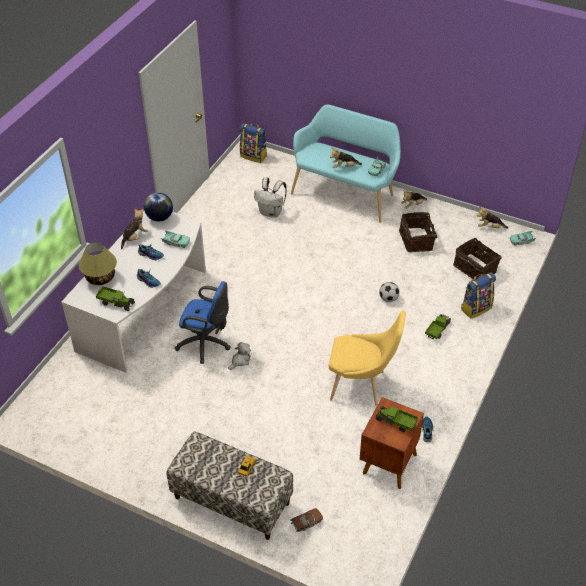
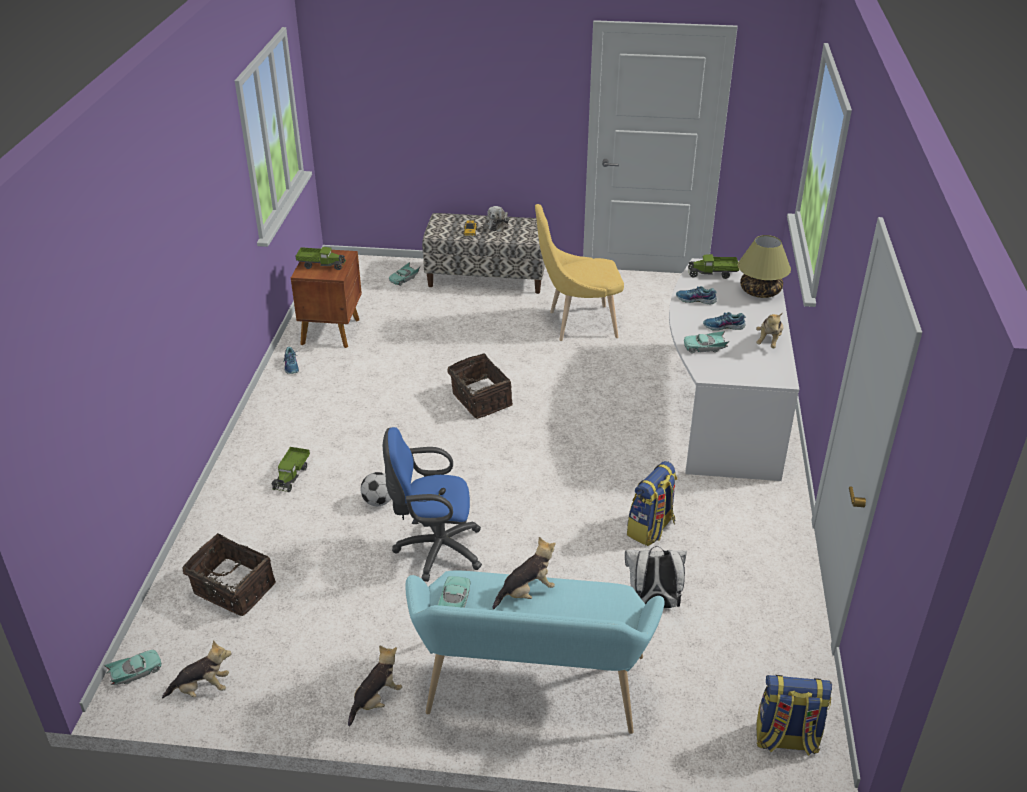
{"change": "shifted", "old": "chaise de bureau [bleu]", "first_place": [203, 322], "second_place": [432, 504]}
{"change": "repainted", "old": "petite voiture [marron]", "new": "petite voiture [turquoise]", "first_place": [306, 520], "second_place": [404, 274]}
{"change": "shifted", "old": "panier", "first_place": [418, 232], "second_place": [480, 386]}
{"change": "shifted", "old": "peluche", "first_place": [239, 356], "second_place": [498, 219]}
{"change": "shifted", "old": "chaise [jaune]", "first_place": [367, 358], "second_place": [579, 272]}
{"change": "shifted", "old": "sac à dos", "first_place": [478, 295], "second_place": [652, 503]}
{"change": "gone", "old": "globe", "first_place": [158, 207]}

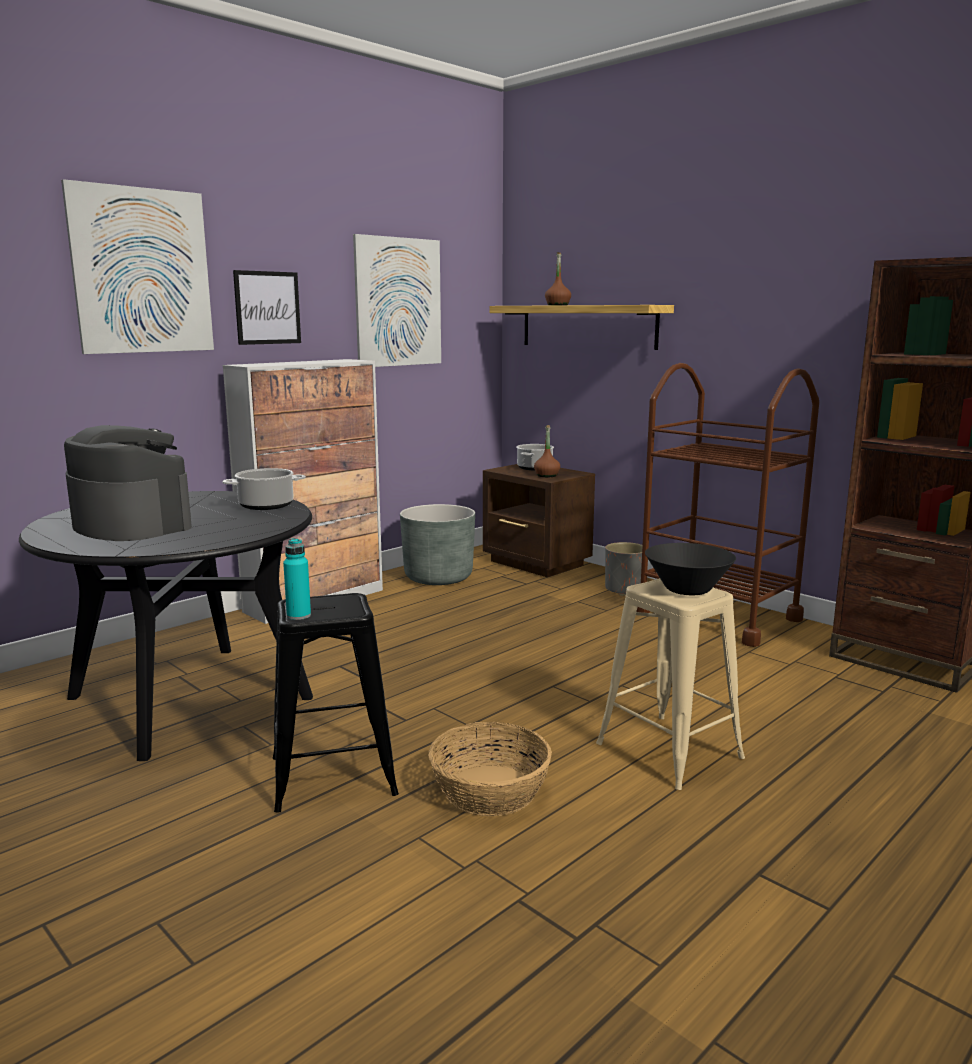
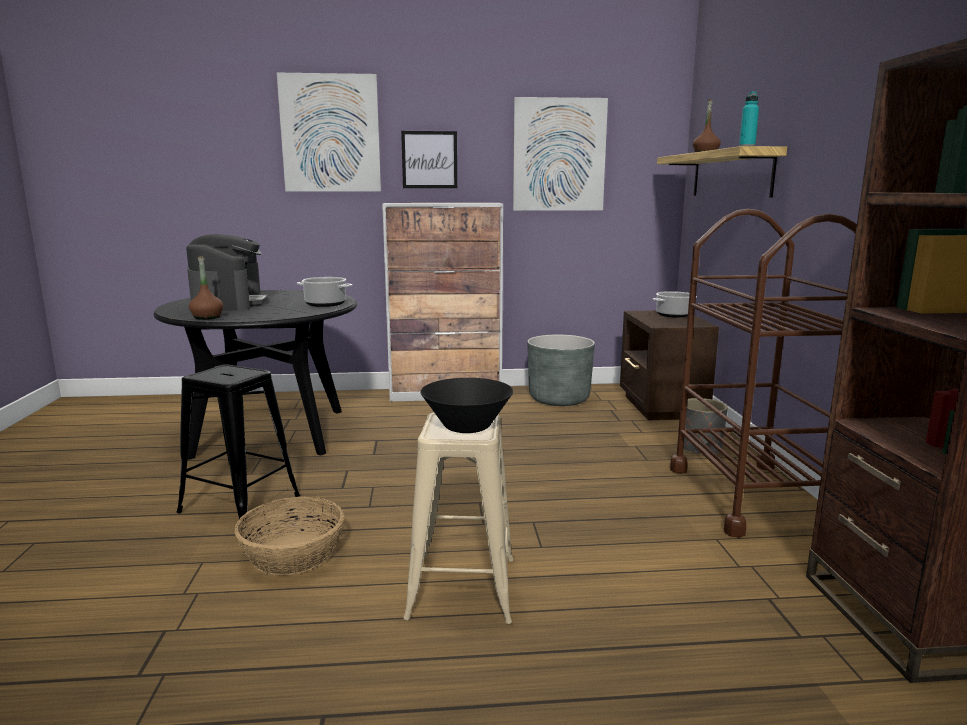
{"change": "shifted", "old": "bouteille [marron]", "first_place": [547, 451], "second_place": [206, 288]}
{"change": "shifted", "old": "bouteille [turquoise]", "first_place": [297, 579], "second_place": [749, 118]}

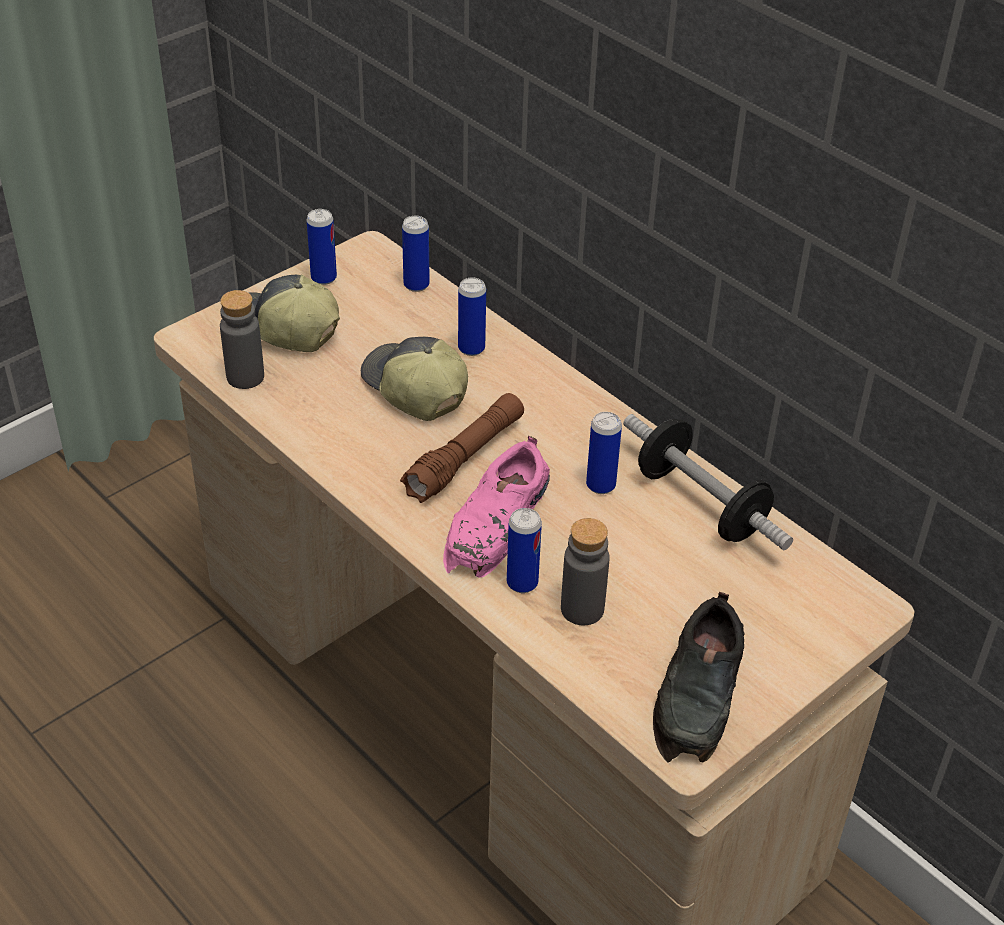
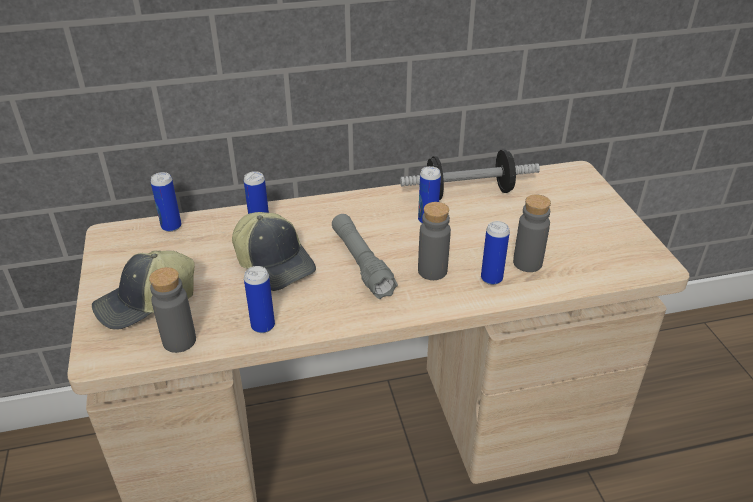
{"change": "rotated", "old": "casquette", "first_place": [414, 378], "second_place": [274, 251], "degrees": -120}
{"change": "shifted", "old": "boîte métallique", "first_place": [322, 247], "second_place": [259, 299]}
{"change": "repainted", "old": "lampe de poche [marron]", "new": "lampe de poche [gris]", "first_place": [462, 448], "second_place": [365, 256]}
{"change": "swapped", "old": "chaussure [rose]", "new": "bouteille [gris]", "first_place": [496, 507], "second_place": [434, 241]}
{"change": "gone", "old": "chaussure [noir]", "first_place": [698, 677]}

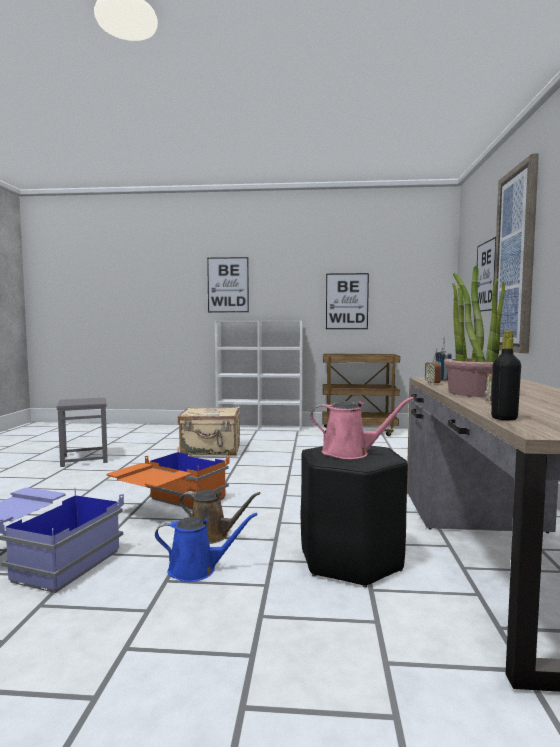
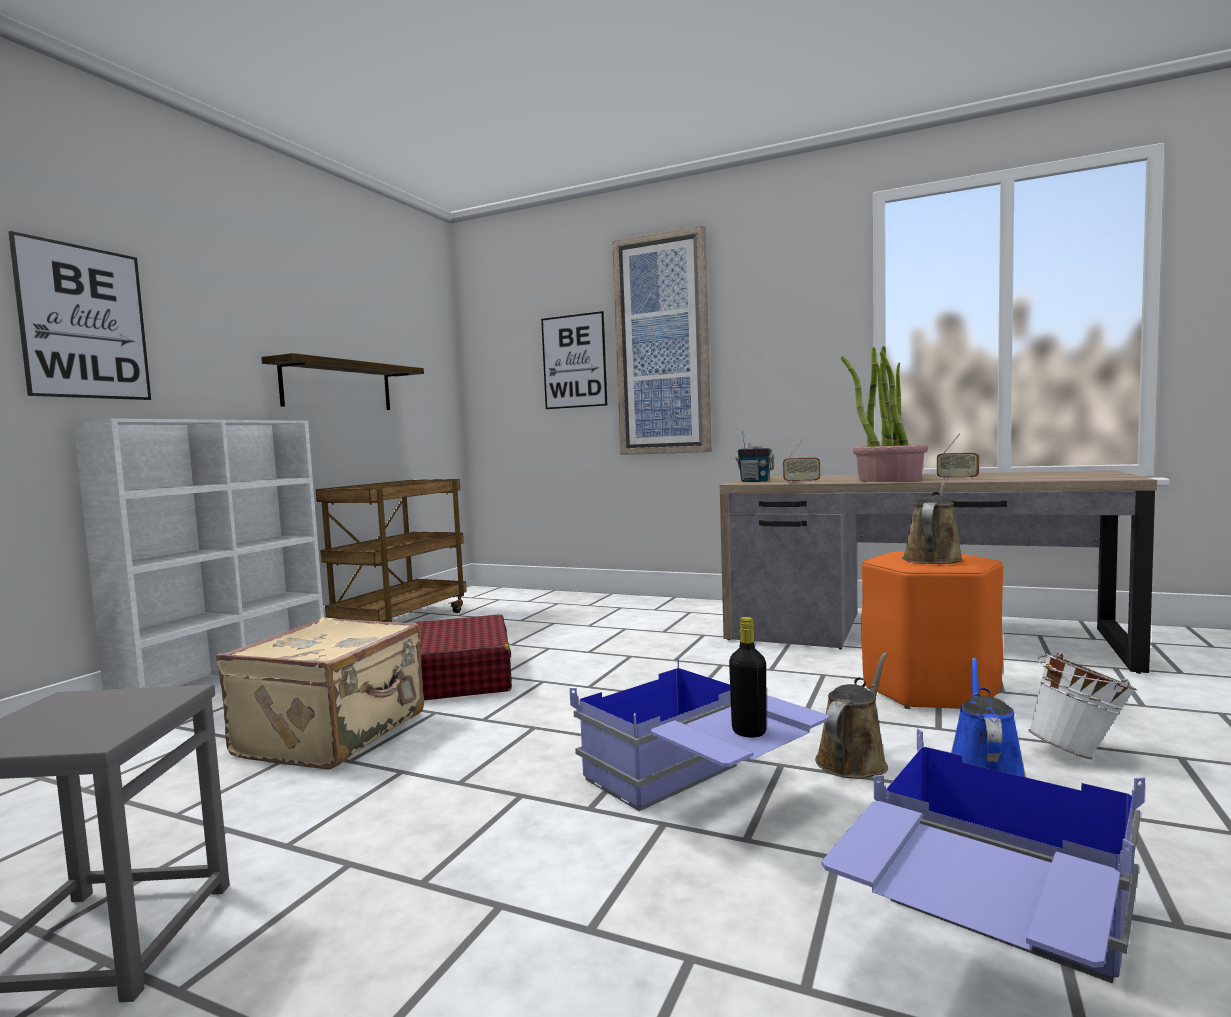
{"change": "swapped", "old": "tableau", "new": "étagère", "first_place": [347, 301], "second_place": [342, 381]}
{"change": "new", "new": "valise [rouge]", "second_place": [463, 657]}
{"change": "repainted", "old": "boîte de rangement [orange]", "new": "boîte de rangement [bleu]", "first_place": [168, 480], "second_place": [699, 733]}
{"change": "shifted", "old": "bouteille [noir]", "first_place": [506, 375], "second_place": [748, 677]}
{"change": "repainted", "old": "tabouret [noir]", "new": "tabouret [orange]", "first_place": [354, 517], "second_place": [932, 630]}
{"change": "repainted", "old": "arrosoir [rose]", "new": "arrosoir [marron]", "first_place": [362, 428], "second_place": [933, 523]}
{"change": "new", "new": "seau [blanc]", "second_place": [1083, 706]}

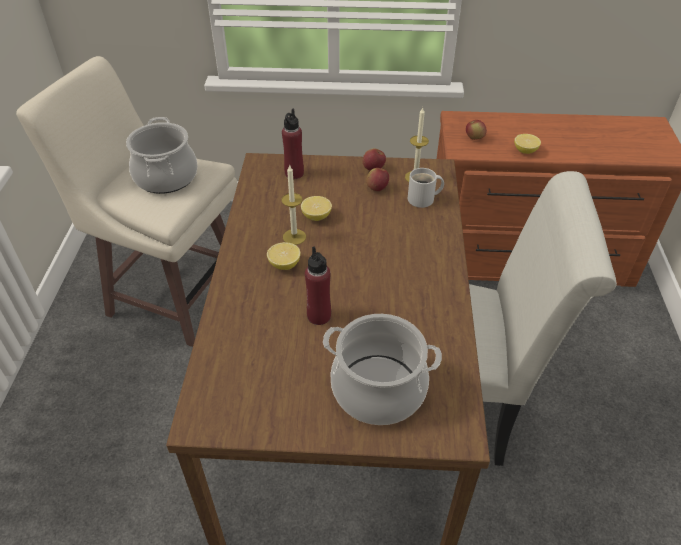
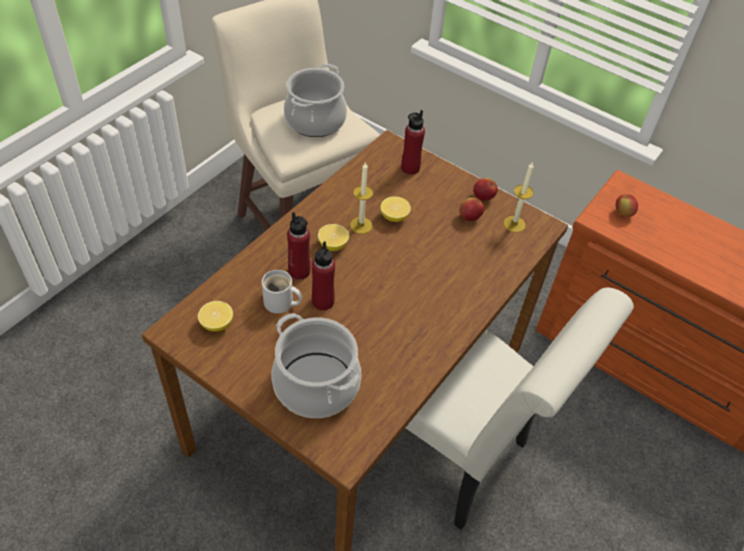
{"change": "shifted", "old": "citron", "first_place": [527, 144], "second_place": [215, 316]}
{"change": "shifted", "old": "mug [blanc]", "first_place": [426, 188], "second_place": [282, 291]}
{"change": "new", "new": "bouteille [rouge]", "second_place": [298, 246]}

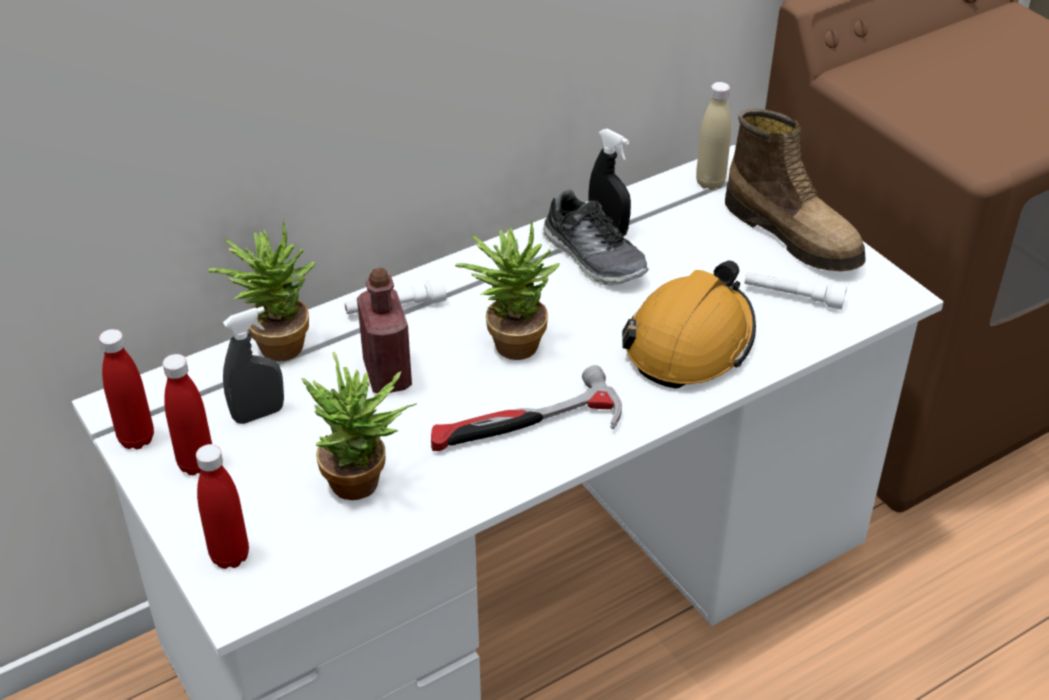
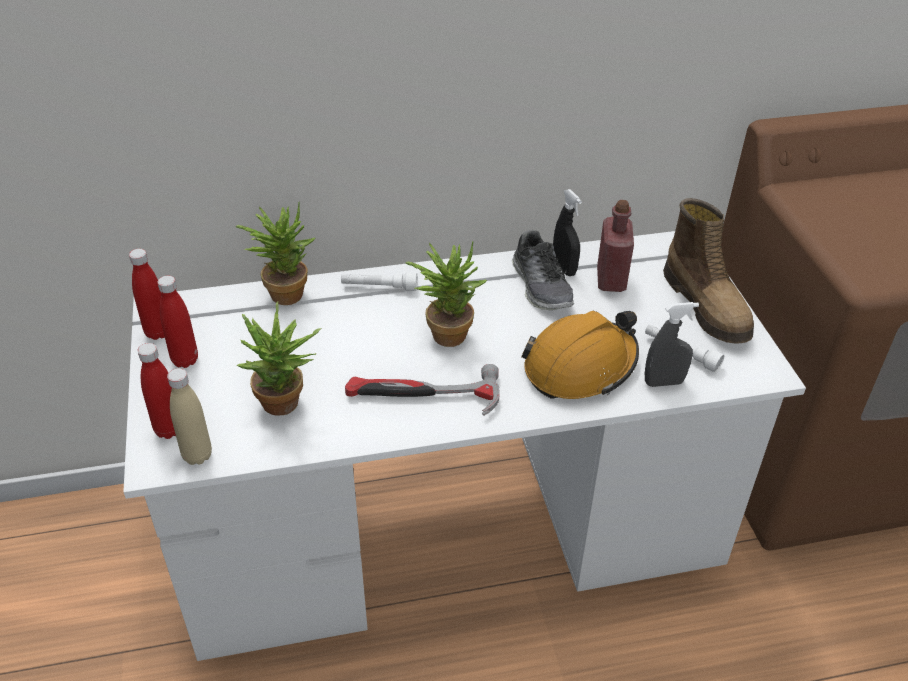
{"change": "shifted", "old": "bouteille [beige]", "first_place": [713, 136], "second_place": [189, 416]}
{"change": "shifted", "old": "bouteille [rouge]", "first_place": [384, 331], "second_place": [615, 246]}
{"change": "shifted", "old": "vaporisateur [gris]", "first_place": [253, 365], "second_place": [672, 344]}

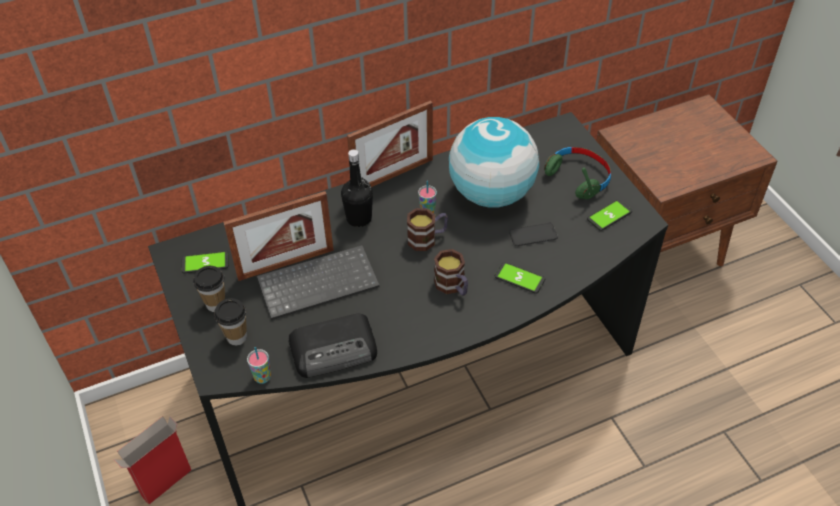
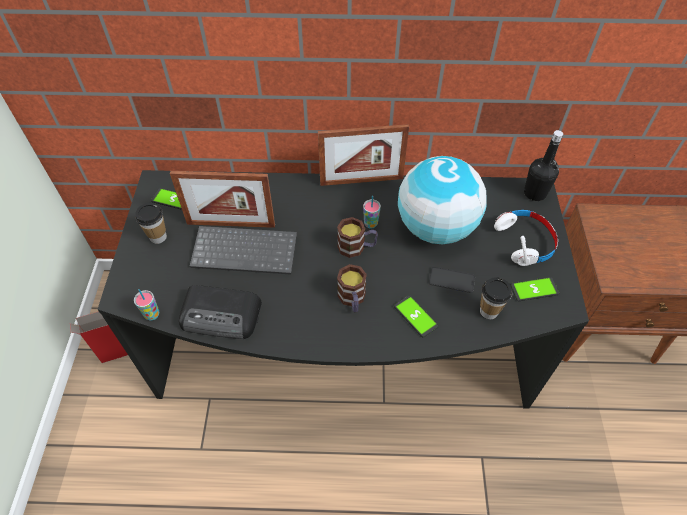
{"change": "shifted", "old": "tasse", "first_place": [230, 322], "second_place": [496, 298]}
{"change": "repainted", "old": "casque audio [vert]", "new": "casque audio [blanc]", "first_place": [577, 173], "second_place": [526, 238]}
{"change": "shifted", "old": "bouteille [noir]", "first_place": [357, 188], "second_place": [543, 165]}

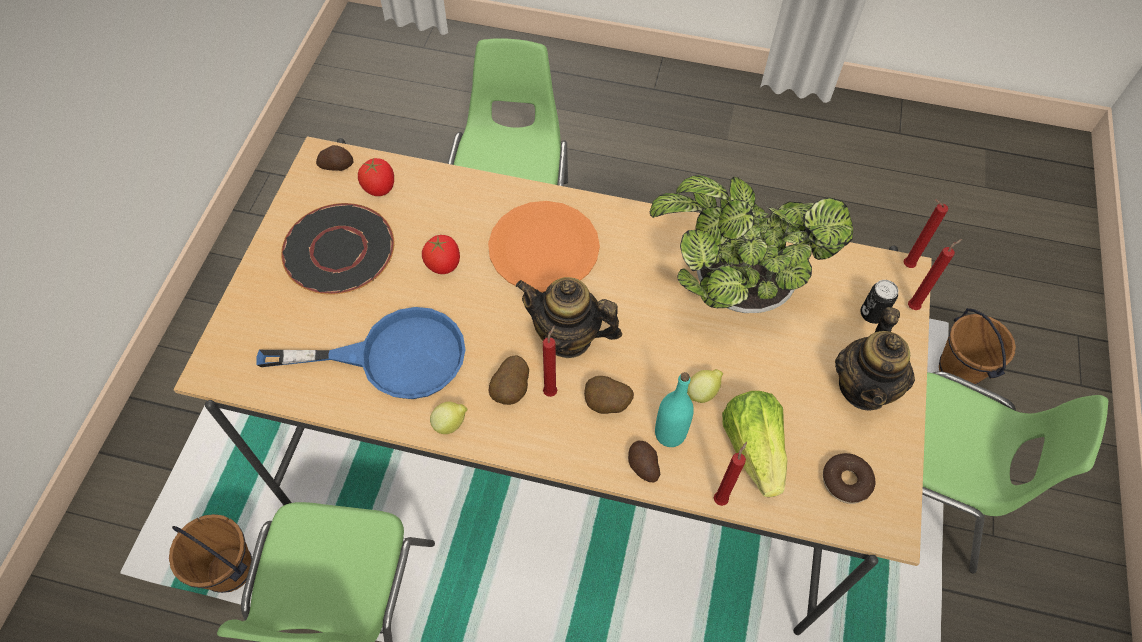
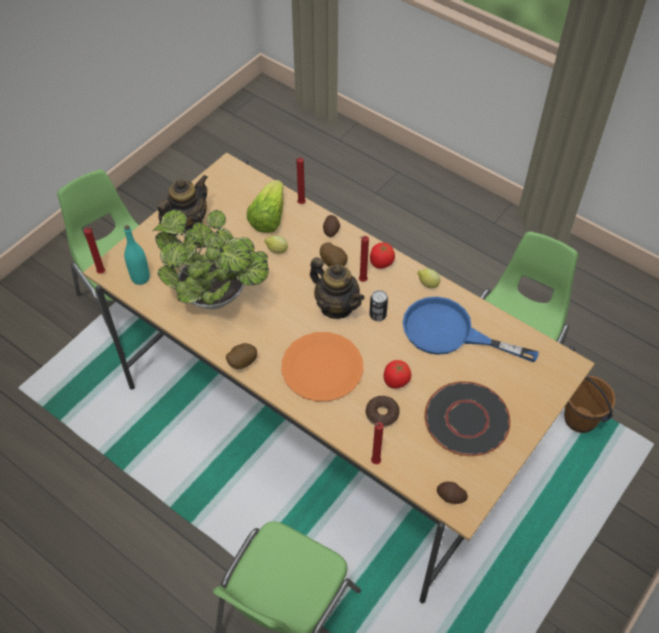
{"change": "shifted", "old": "bouteille [turquoise]", "first_place": [674, 409], "second_place": [137, 255]}
{"change": "shifted", "old": "pomme de terre", "first_place": [509, 380], "second_place": [241, 356]}
{"change": "shifted", "old": "beignet", "first_place": [849, 478], "second_place": [383, 411]}
{"change": "shifted", "old": "boîte métallique", "first_place": [879, 302], "second_place": [378, 305]}
{"change": "shifted", "old": "tomate", "first_place": [376, 177], "second_place": [382, 256]}
{"change": "shifted", "old": "bougie [rouge]", "first_place": [935, 274], "second_place": [377, 443]}
{"change": "gone", "old": "seau [marron]", "first_place": [977, 346]}

